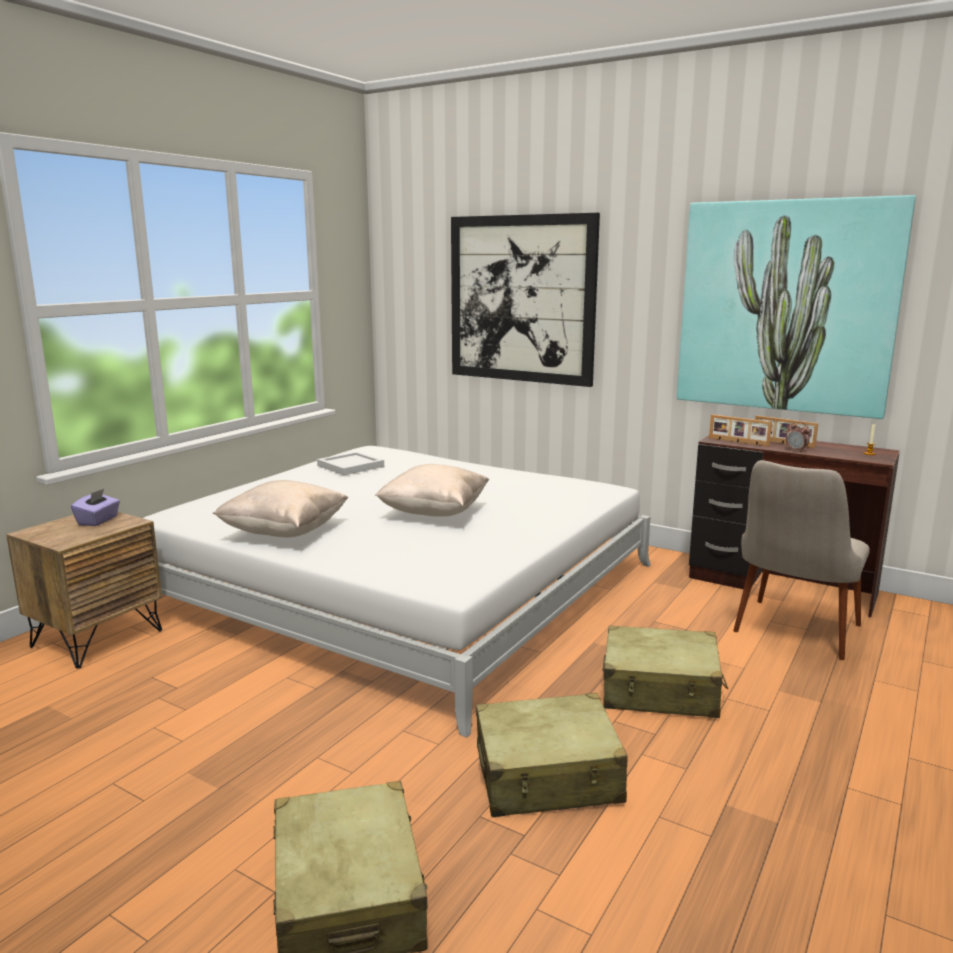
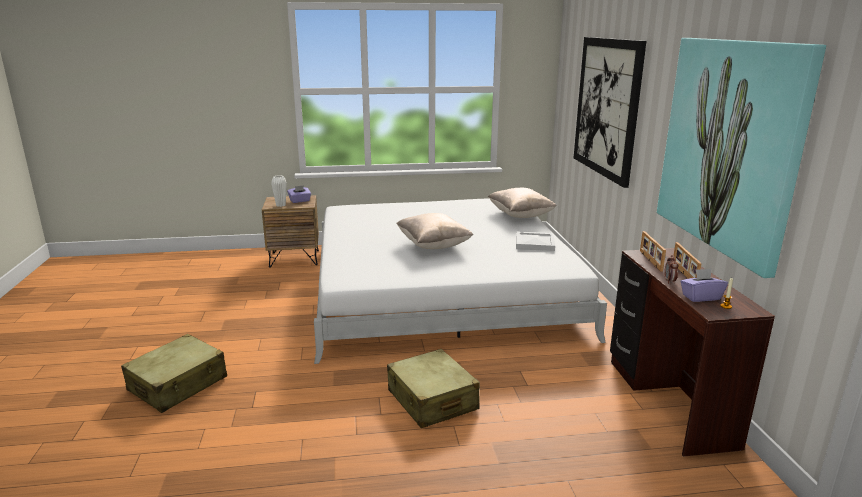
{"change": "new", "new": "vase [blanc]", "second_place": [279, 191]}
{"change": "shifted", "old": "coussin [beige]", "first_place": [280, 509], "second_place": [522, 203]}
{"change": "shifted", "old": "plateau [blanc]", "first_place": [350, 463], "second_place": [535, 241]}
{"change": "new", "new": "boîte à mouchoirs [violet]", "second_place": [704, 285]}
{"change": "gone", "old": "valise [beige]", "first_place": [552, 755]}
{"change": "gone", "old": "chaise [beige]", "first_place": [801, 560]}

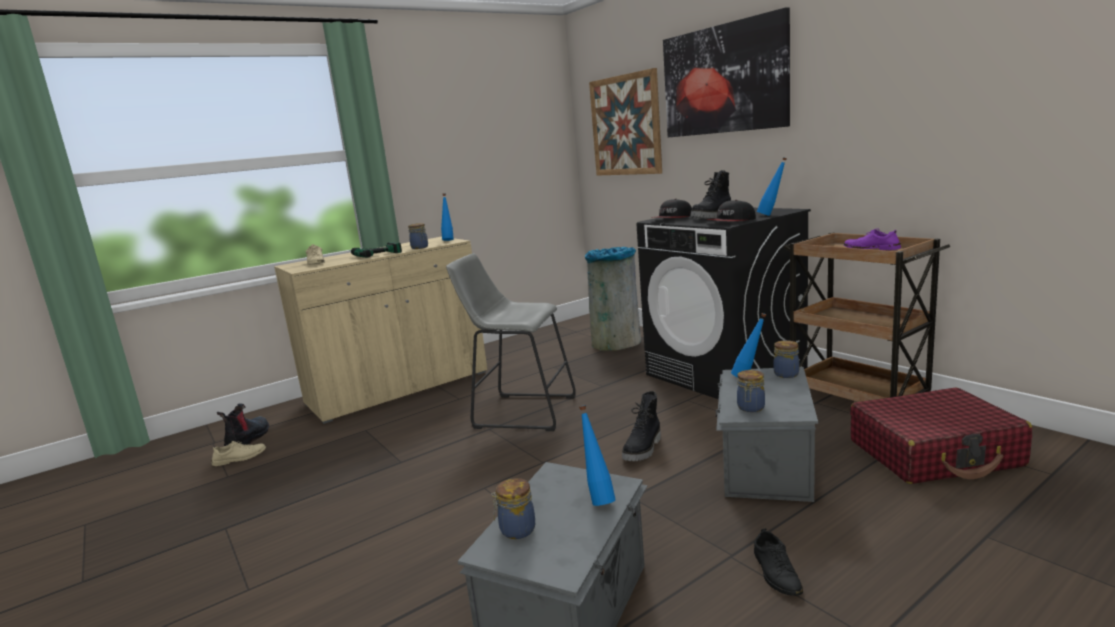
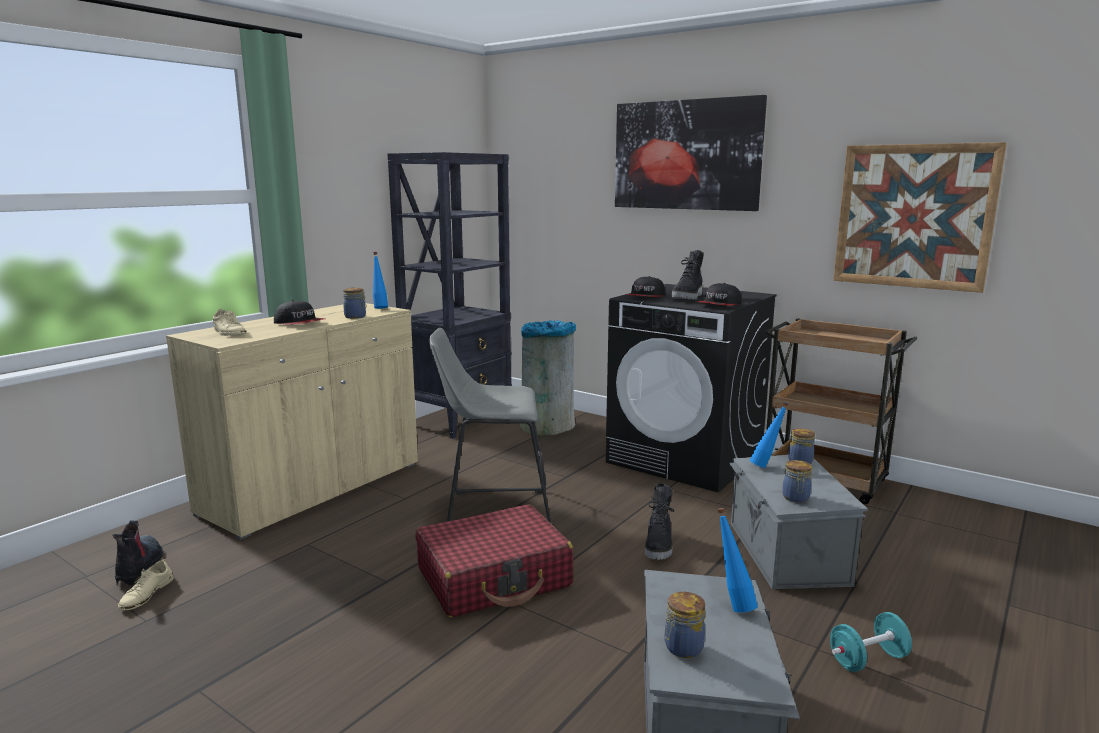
{"change": "rotated", "old": "chaussure [beige]", "first_place": [238, 453], "second_place": [146, 584], "degrees": 150}
{"change": "swapped", "old": "perceuse", "new": "casquette", "first_place": [376, 250], "second_place": [299, 312]}
{"change": "new", "new": "bibliothèque [noir]", "second_place": [450, 295]}
{"change": "shifted", "old": "valise [rouge]", "first_place": [941, 436], "second_place": [494, 561]}
{"change": "swapped", "old": "chaussure [noir]", "new": "haltère [turquoise]", "first_place": [778, 562], "second_place": [871, 642]}
{"change": "shifted", "old": "tableau", "first_place": [625, 121], "second_place": [920, 217]}
{"change": "gone", "old": "bouteille [bleu]", "first_place": [772, 186]}
{"change": "gone", "old": "chaussure [violet]", "first_place": [872, 239]}

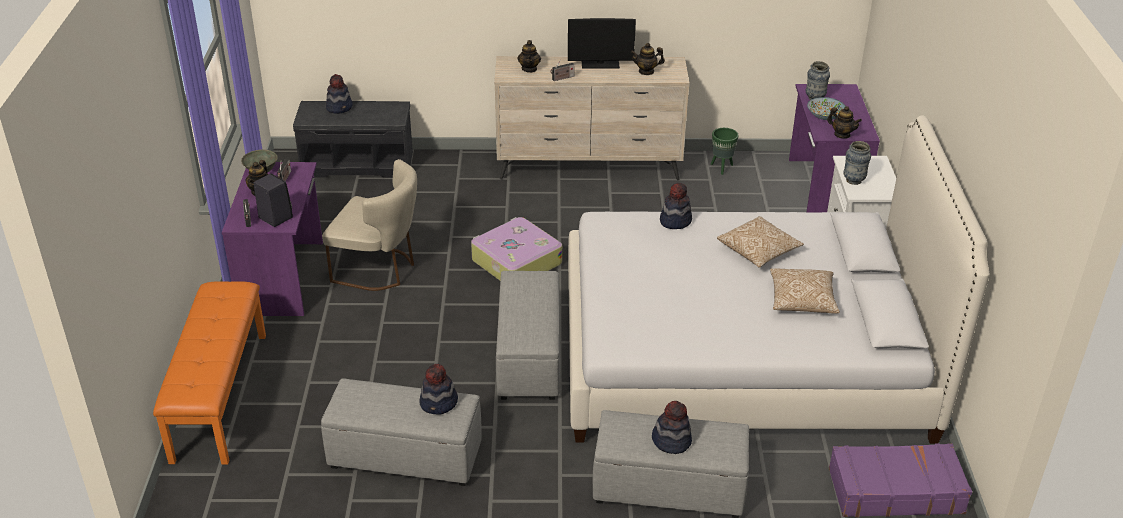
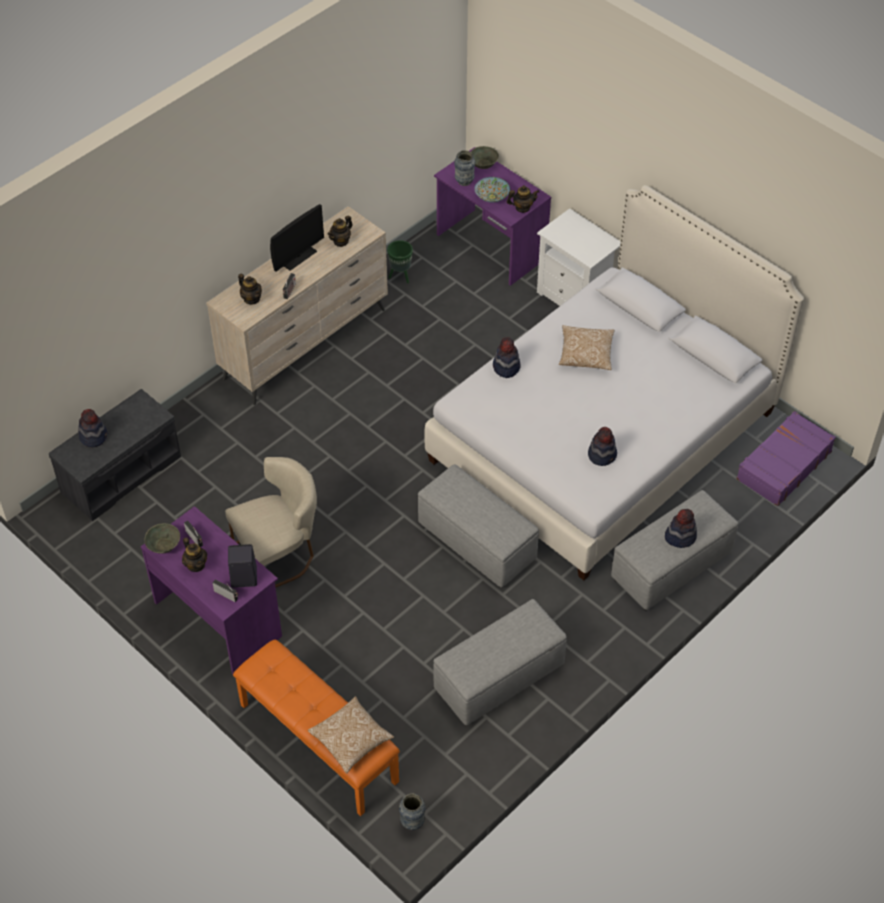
{"change": "shifted", "old": "coussin", "first_place": [805, 291], "second_place": [351, 735]}
{"change": "shifted", "old": "vase", "first_place": [857, 163], "second_place": [412, 811]}
{"change": "new", "new": "bol [gris]", "second_place": [485, 157]}
{"change": "shifted", "old": "chapeau", "first_place": [438, 389], "second_place": [602, 446]}
{"change": "gone", "old": "valise", "first_place": [516, 248]}

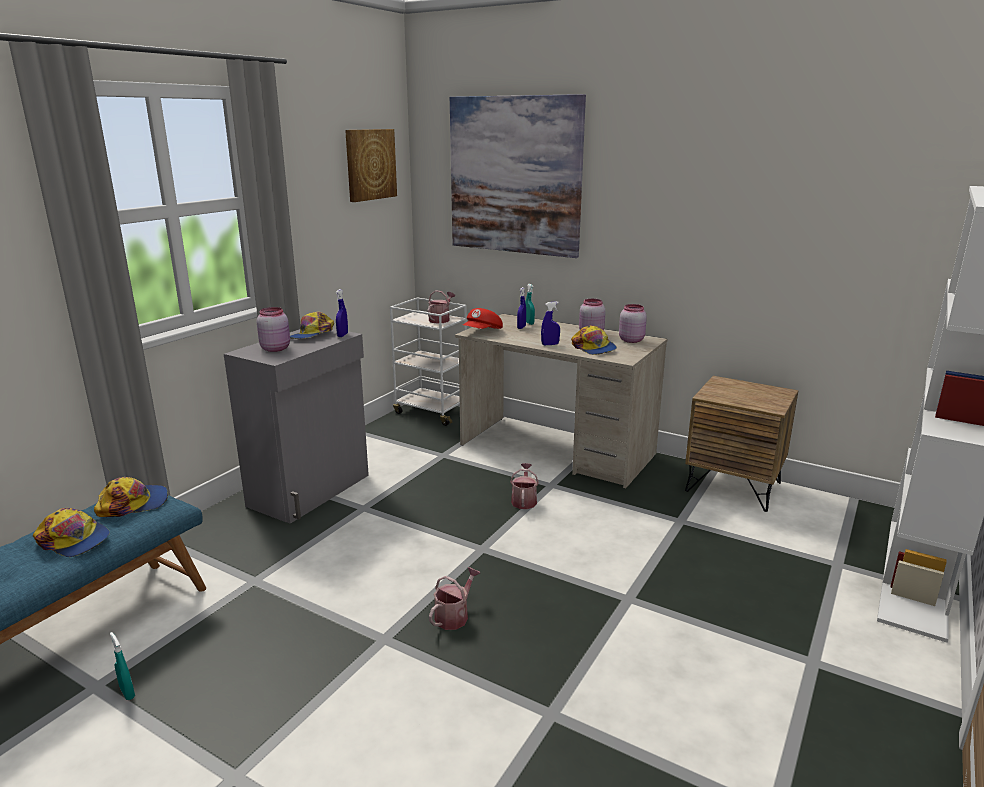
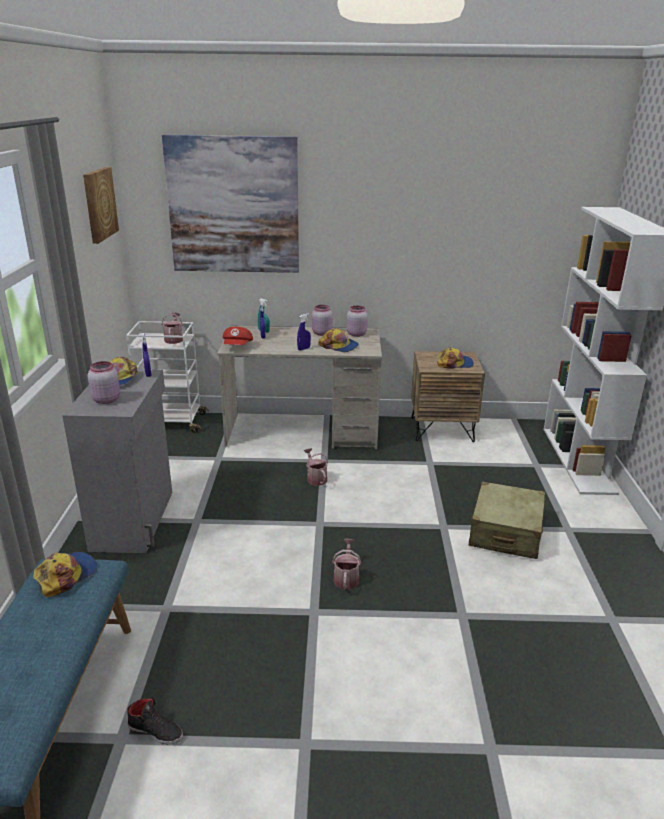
{"change": "swapped", "old": "vaporisateur [turquoise]", "new": "chaussure [noir]", "first_place": [122, 666], "second_place": [155, 720]}
{"change": "shifted", "old": "casquette", "first_place": [71, 532], "second_place": [456, 358]}
{"change": "new", "new": "valise [beige]", "second_place": [507, 520]}

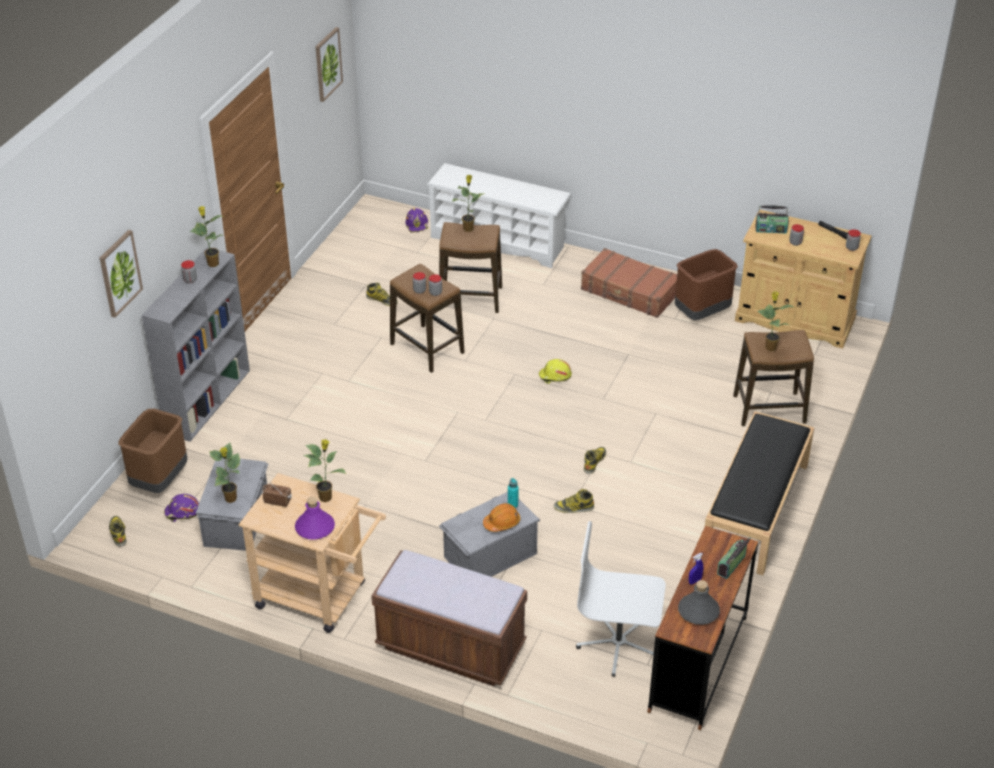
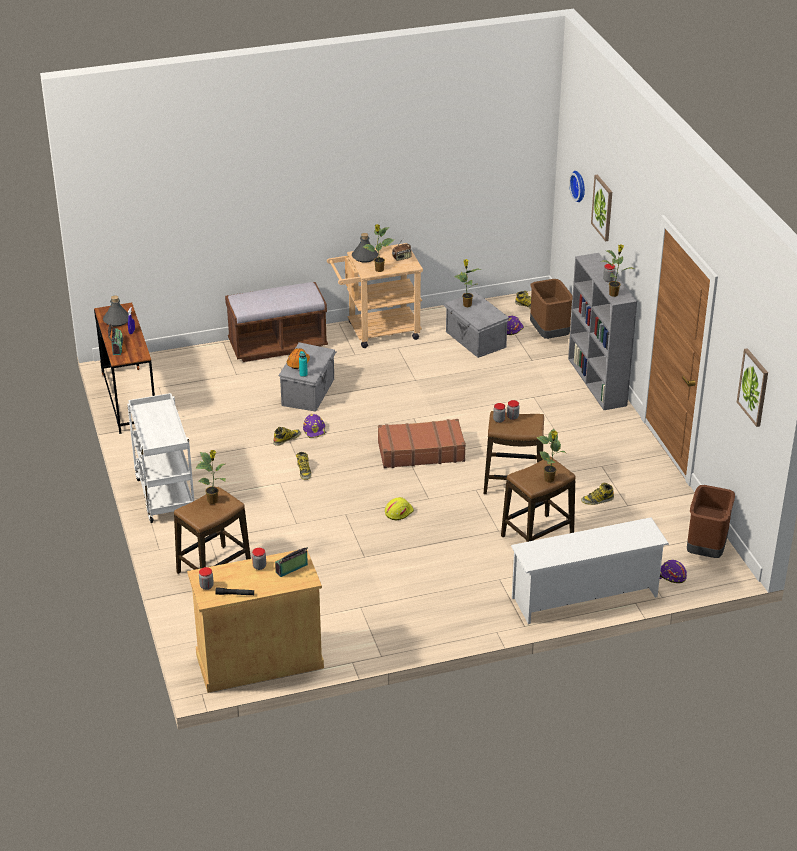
{"change": "swapped", "old": "banc [noir]", "new": "chariot [blanc]", "first_place": [759, 493], "second_place": [160, 458]}
{"change": "new", "new": "casque de chantier [violet]", "second_place": [314, 426]}
{"change": "repainted", "old": "bouteille [violet]", "new": "bouteille [gris]", "first_place": [315, 518], "second_place": [365, 248]}
{"change": "shifted", "old": "valise [marron]", "first_place": [629, 283], "second_place": [422, 443]}
{"change": "new", "new": "horloge murale", "second_place": [577, 186]}
{"change": "shifted", "old": "poubelle [marron]", "first_place": [706, 284], "second_place": [711, 521]}
{"change": "gone", "old": "chaise de bureau [blanc]", "first_place": [621, 599]}

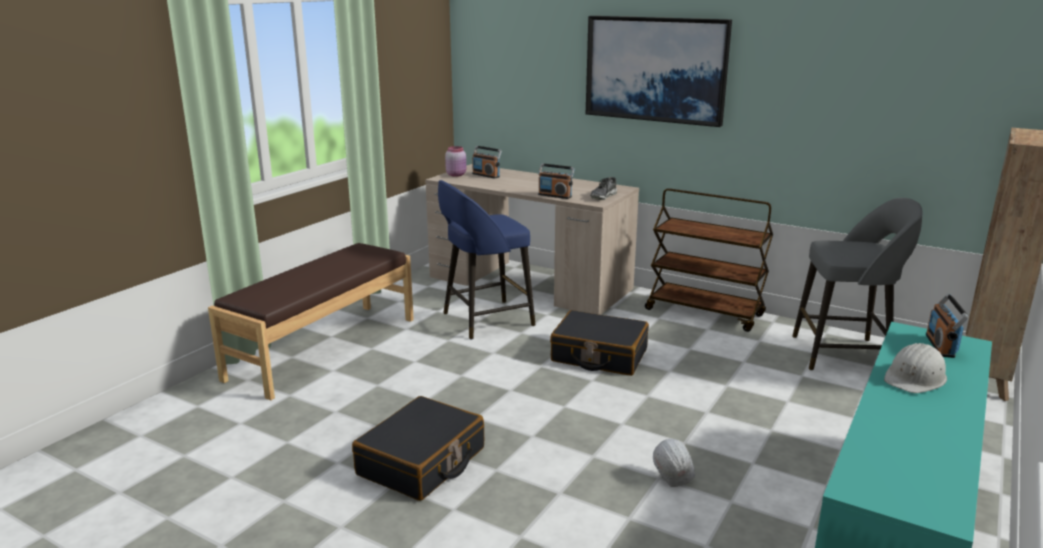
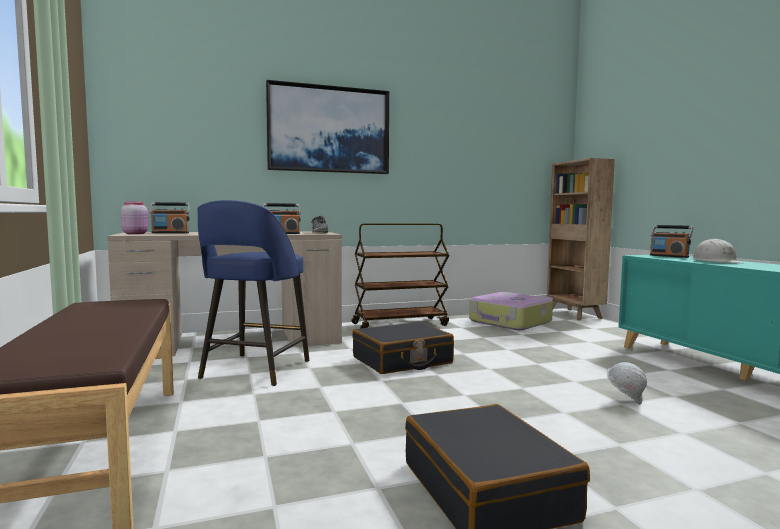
{"change": "swapped", "old": "tabouret [gris]", "new": "valise", "first_place": [857, 284], "second_place": [511, 311]}

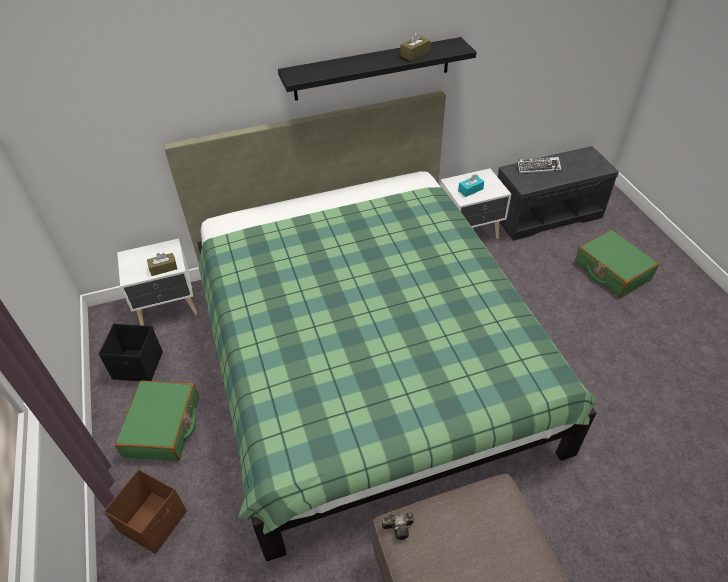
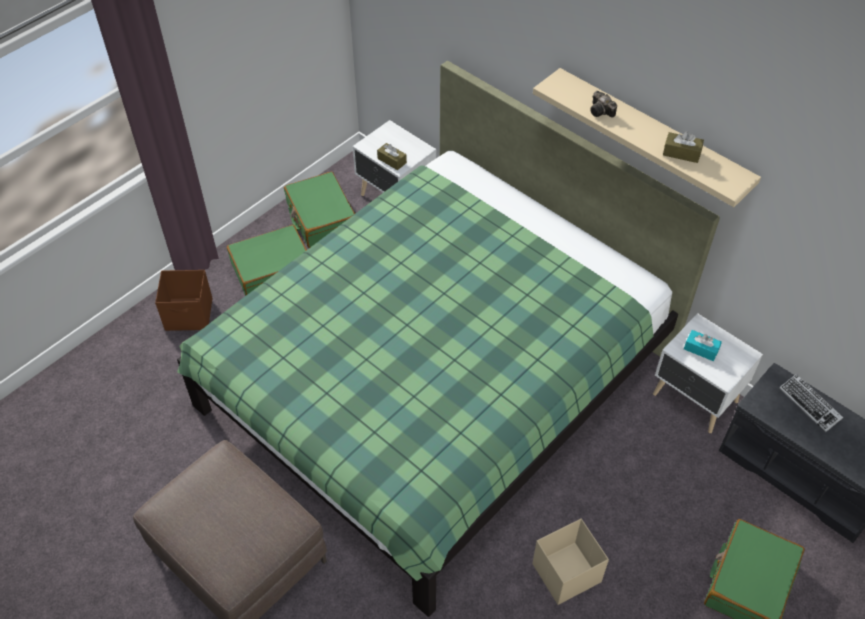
{"change": "swapped", "old": "boîte de rangement [noir]", "new": "valise [vert]", "first_place": [131, 352], "second_place": [319, 210]}
{"change": "new", "new": "boîte de rangement [beige]", "second_place": [570, 561]}
{"change": "repainted", "old": "étagère [noir]", "new": "étagère [beige]", "first_place": [377, 69], "second_place": [647, 137]}
{"change": "shifted", "old": "appareil photo", "first_place": [398, 526], "second_place": [603, 104]}

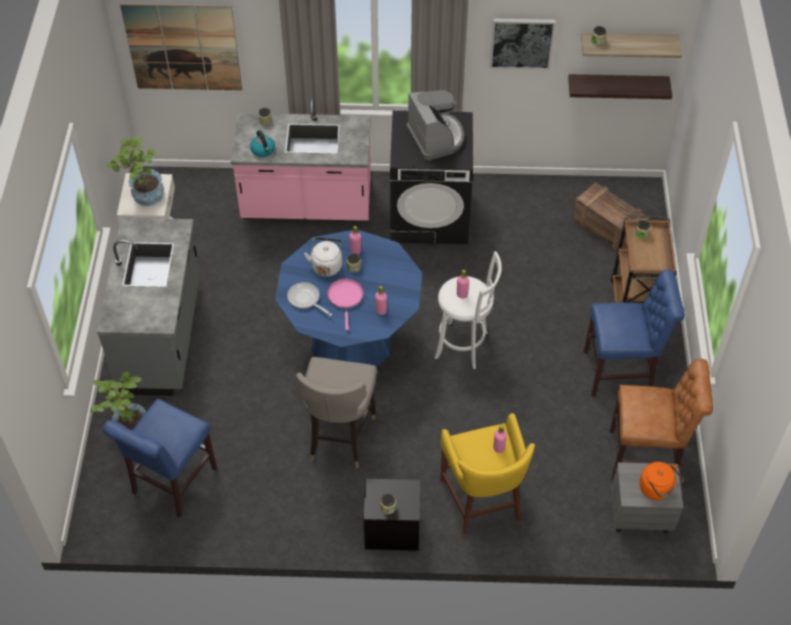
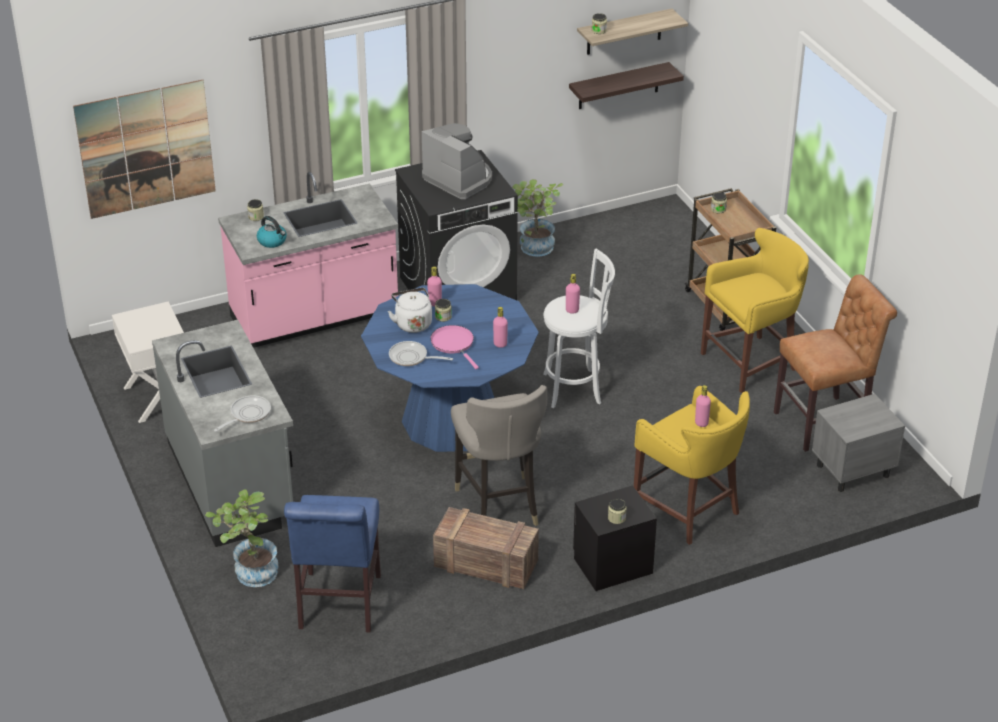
{"change": "new", "new": "poêle", "second_place": [242, 413]}
{"change": "shifted", "old": "caisse", "first_place": [611, 216], "second_place": [486, 548]}
{"change": "shifted", "old": "plante en pot", "first_place": [135, 171], "second_place": [537, 218]}
{"change": "swapped", "old": "chaise [bleu]", "new": "tabouret [jaune]", "first_place": [634, 332], "second_place": [755, 310]}
{"change": "gone", "old": "tableau", "first_place": [523, 44]}
{"change": "gone", "old": "bouilloire [orange]", "first_place": [661, 481]}

